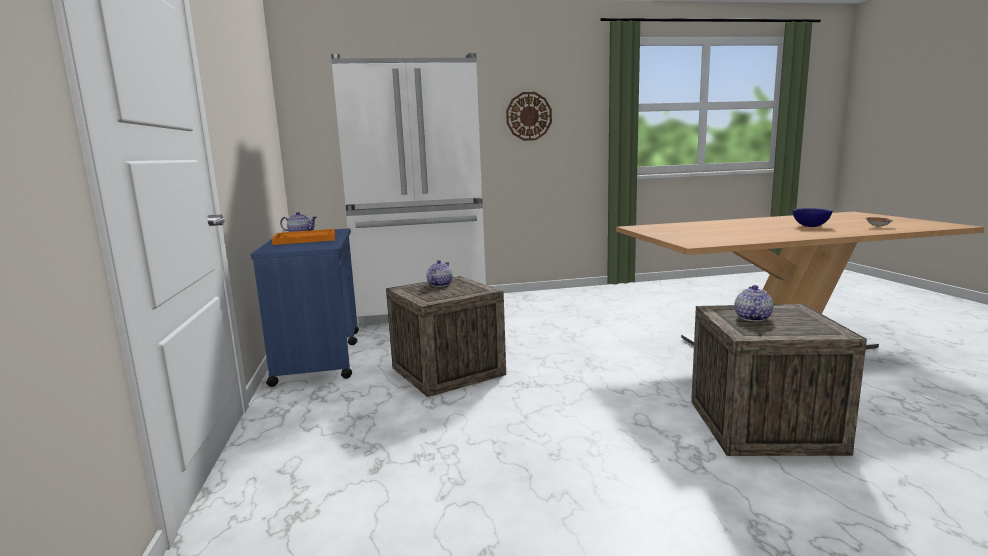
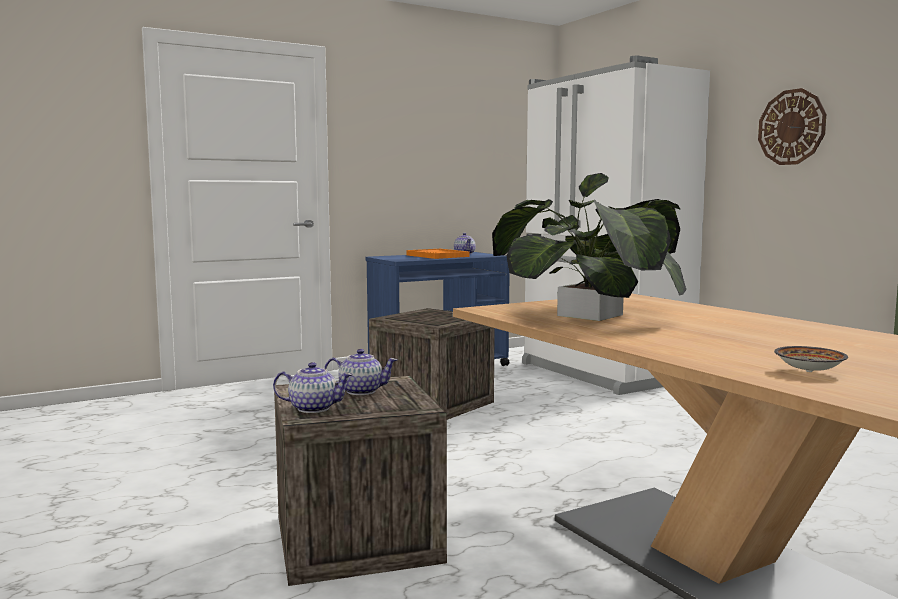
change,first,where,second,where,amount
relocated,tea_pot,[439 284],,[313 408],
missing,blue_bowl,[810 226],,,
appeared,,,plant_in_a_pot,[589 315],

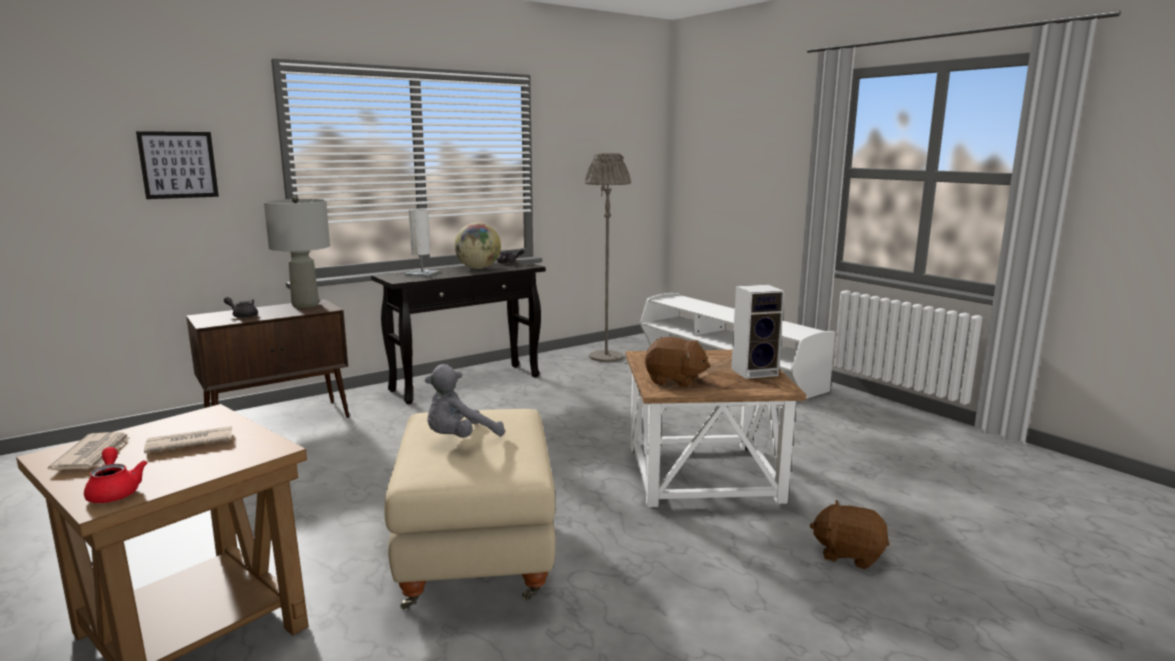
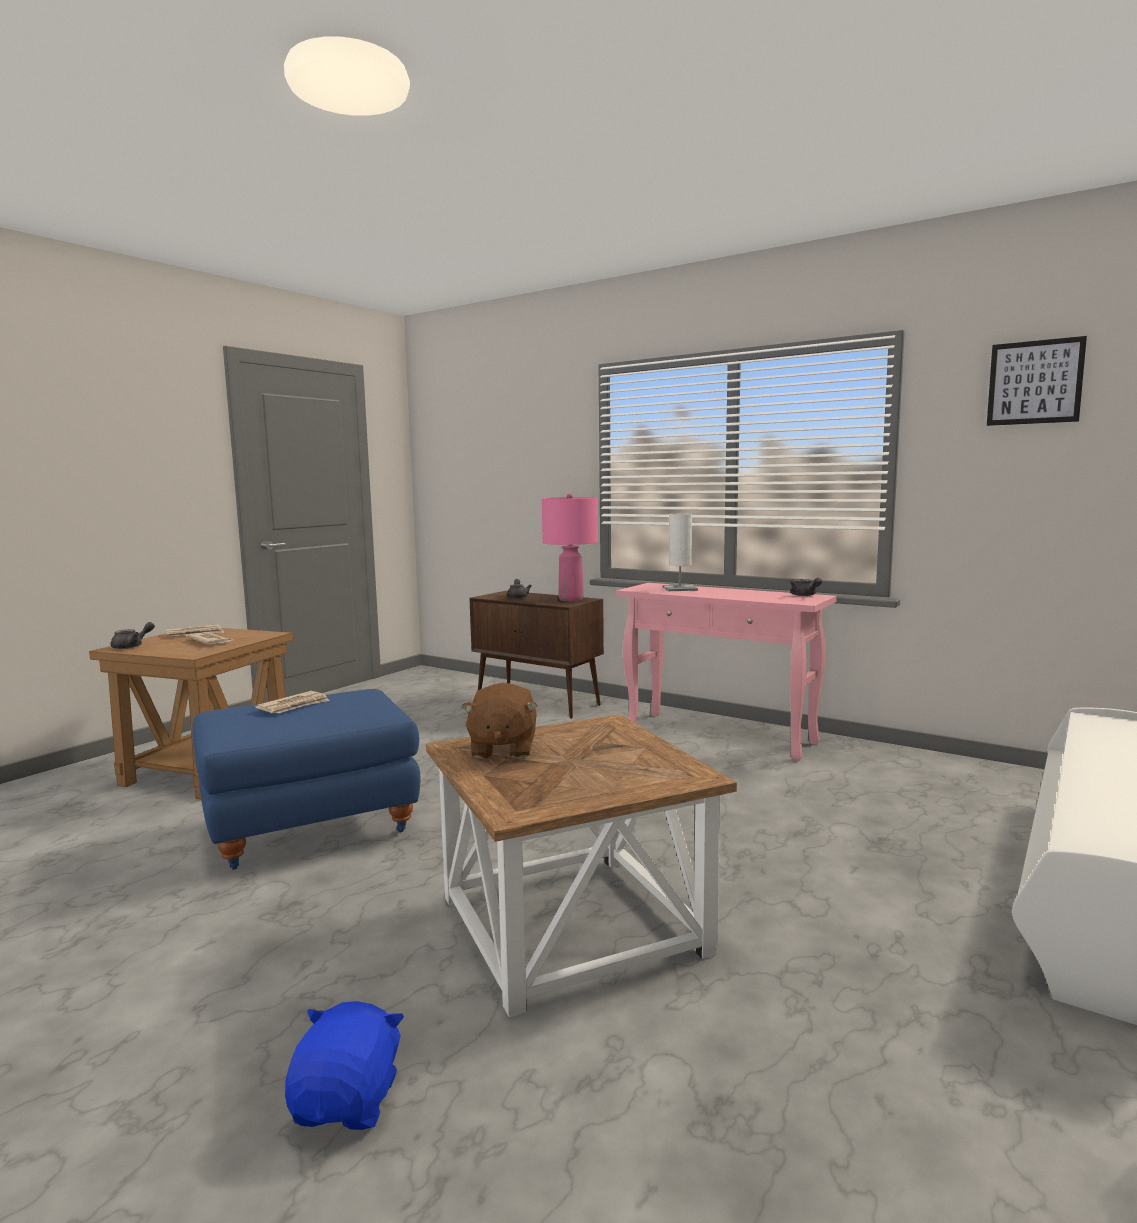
change,first,where,second,where,amount
colour,red_tea_pot,[115 491],grey_tea_pot,[132 646],
relocated,wall_art,[178 165],,[1035 382],
colour,grey_lamp_for_a_table,[305 305],pink-coloured_lamp_for_a_table,[571 599],
colour,blackish_console_table,[467 383],pink-coloured_console_table,[721 735],
colour,beige-coloured_ottoman,[478 557],blue_ottoman,[311 832],
exchanged,grey_cuddly_toy,[460 439],newspaper,[294 706],
missing,desk_globe,[478 268],,,
missing,grey_floor_lamp,[606 356],,,
missing,audio_speaker,[755 372],,,
colour,brown-coloured_cuddly_toy,[848 554],blue_cuddly_toy,[348 1101],

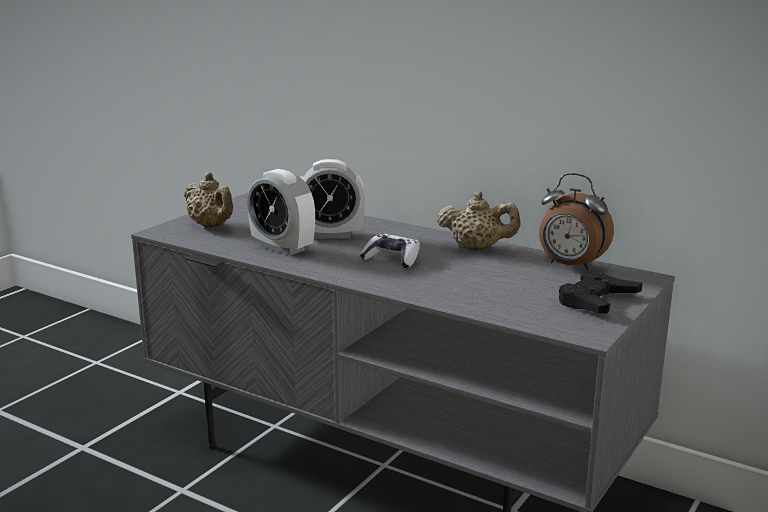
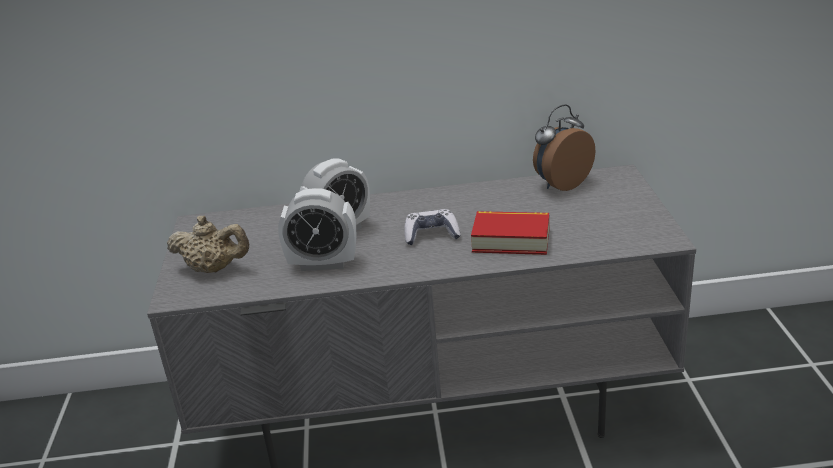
change,first,where,second,where,amount
missing,beige-coloured_tea_pot,[477 248],,,
spun,table_clock,[570 266],,[561 184],150 degrees clockwise
missing,blackish_gamepad,[596 300],,,
appeared,,,bound_book,[511 240],

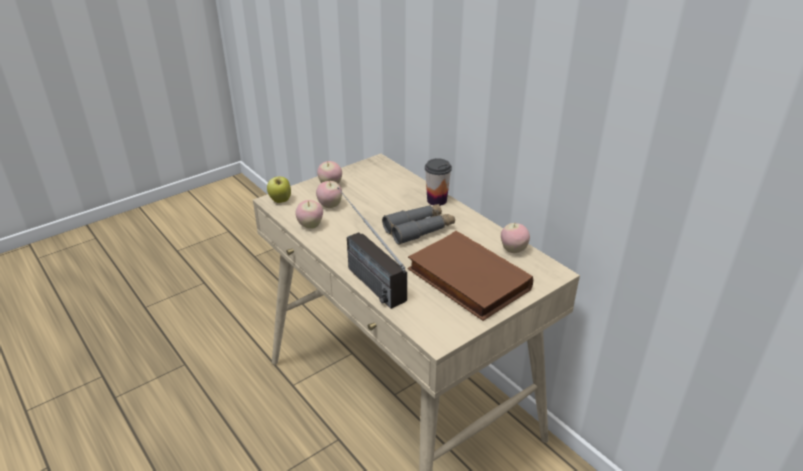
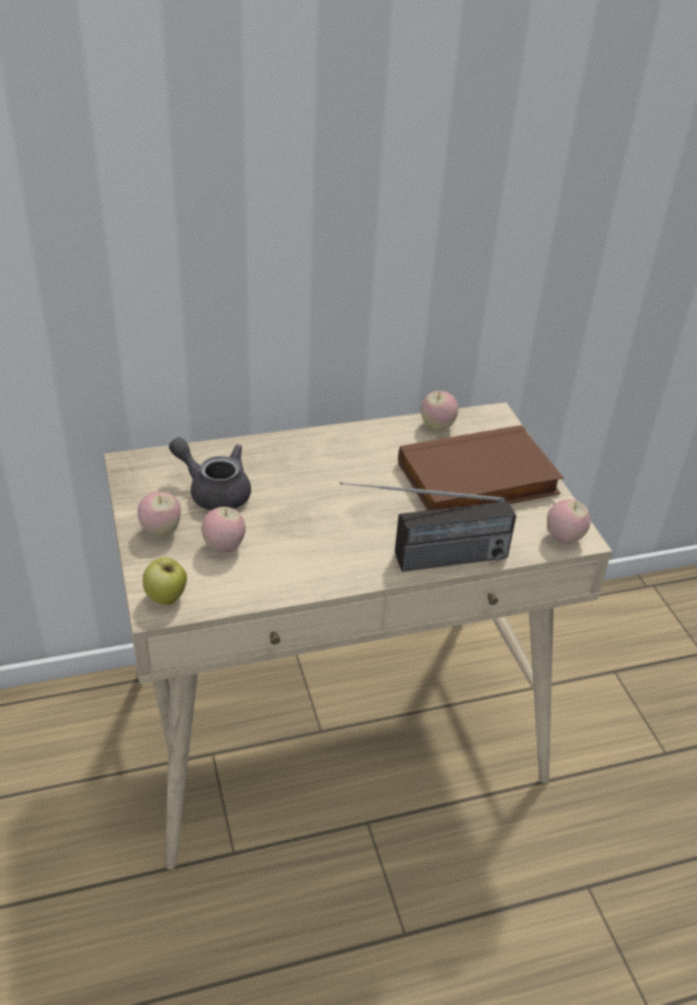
change,first,where,second,where,amount
relocated,apple,[310 226],,[563 538],
missing,grey_binoculars,[419 229],,,
missing,cup,[437 200],,,
appeared,,,grey_tea_pot,[214 491],

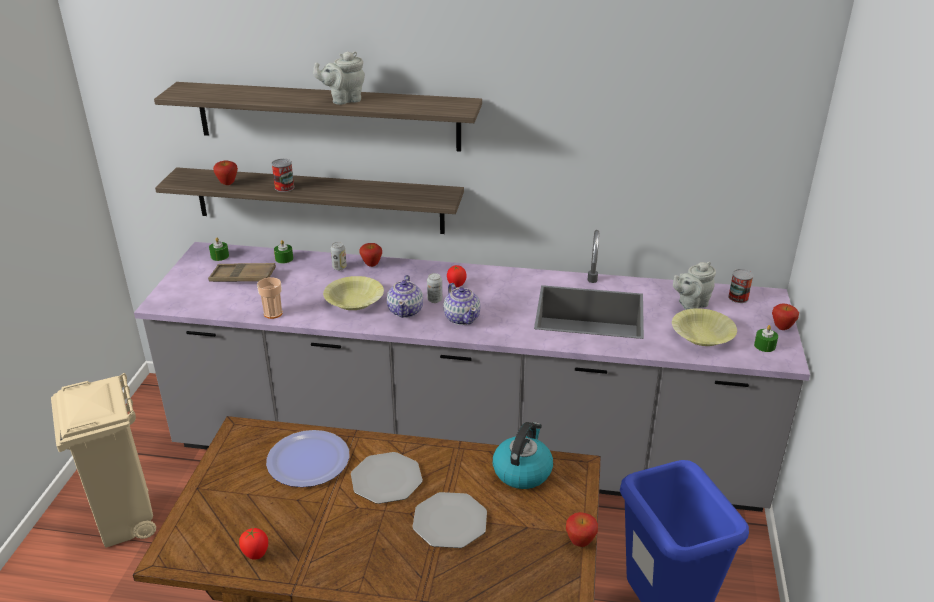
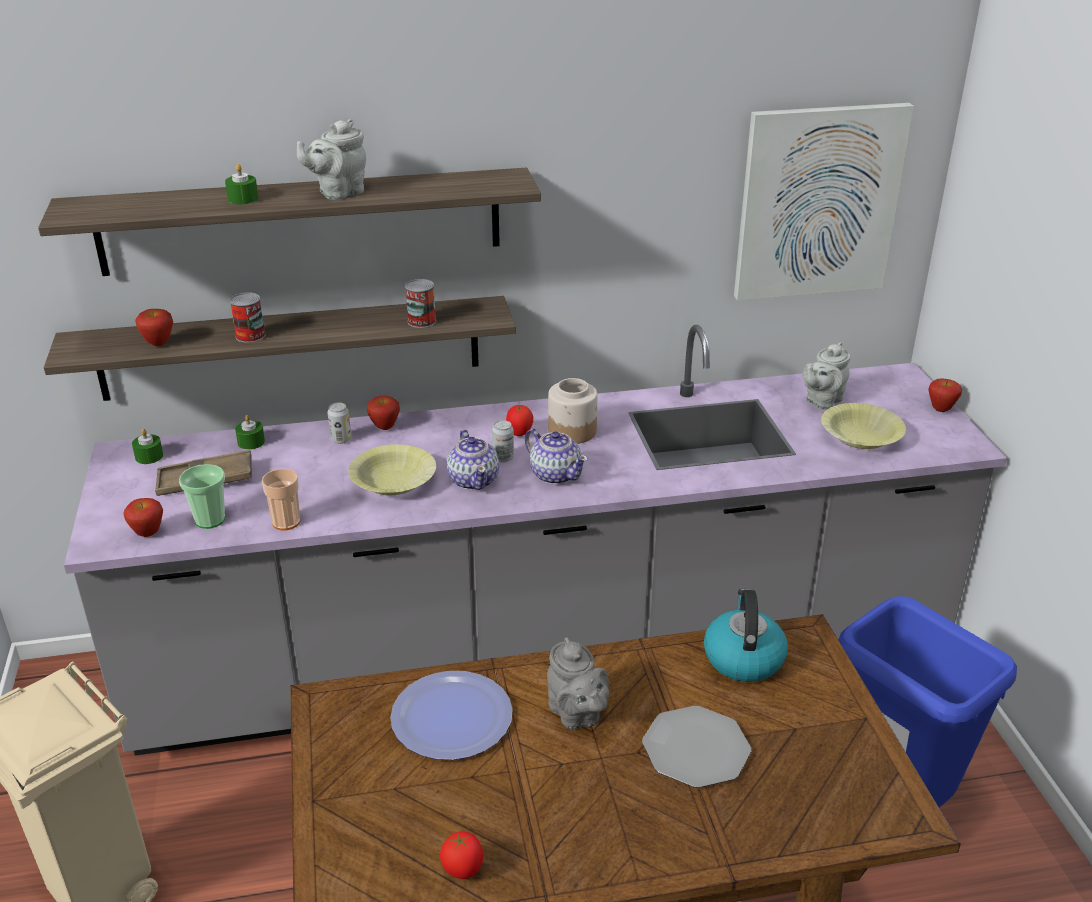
change,first,where,second,where,amount
exchanged,dinner_plate,[386 479],grey_tea_pot,[576 715],
relocated,apple,[580 543],,[148 534],
relocated,sealed_can,[738 297],,[421 321],
relocated,green_candle,[764 345],,[243 199],
appeared,,,cup,[210 520],
appeared,,,jar,[573 431],
appeared,,,wall_art,[818 202],

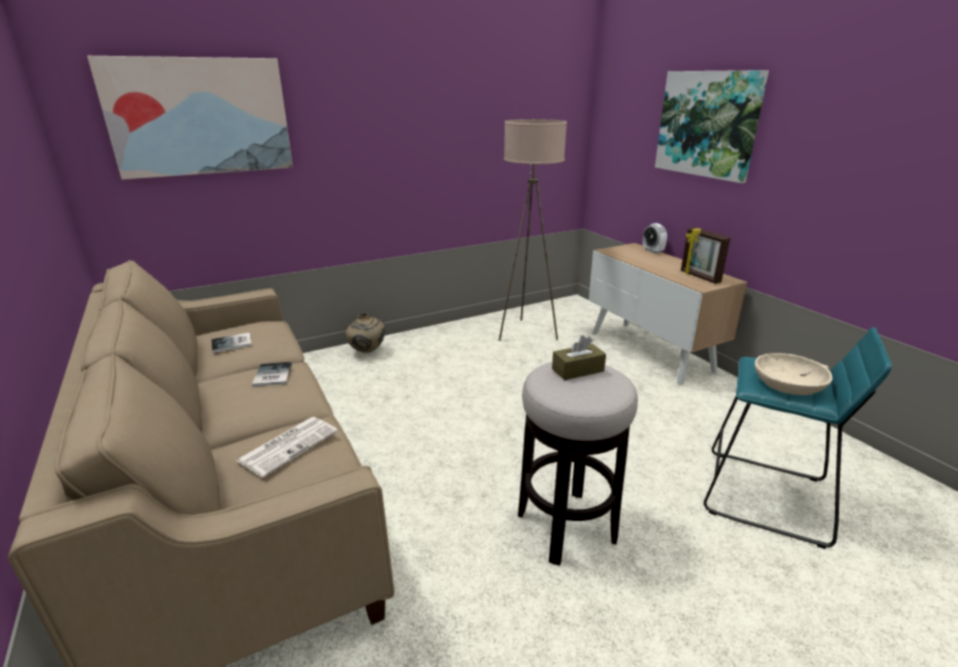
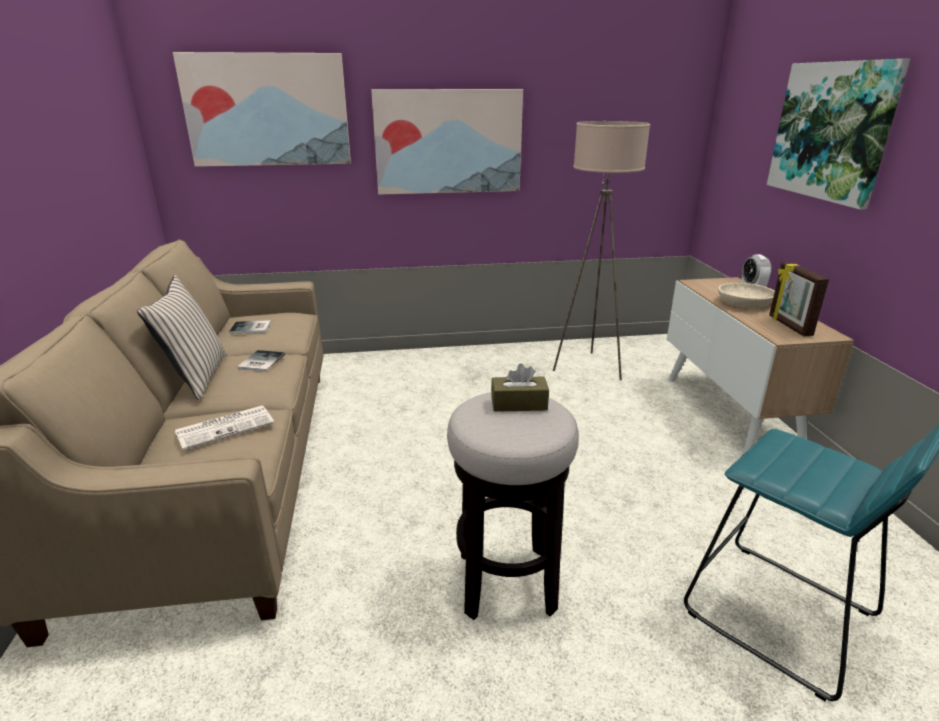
change,first,where,second,where,amount
missing,beige-coloured_vase,[367 352],,,
relocated,beige-coloured_bowl,[788 383],,[744 303],
appeared,,,beige-coloured_cushion,[196 377],
appeared,,,wall_art,[448 142],

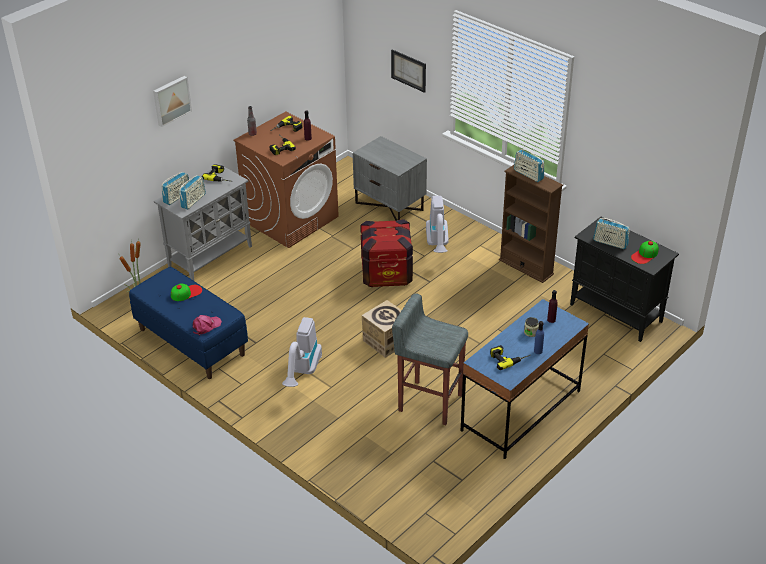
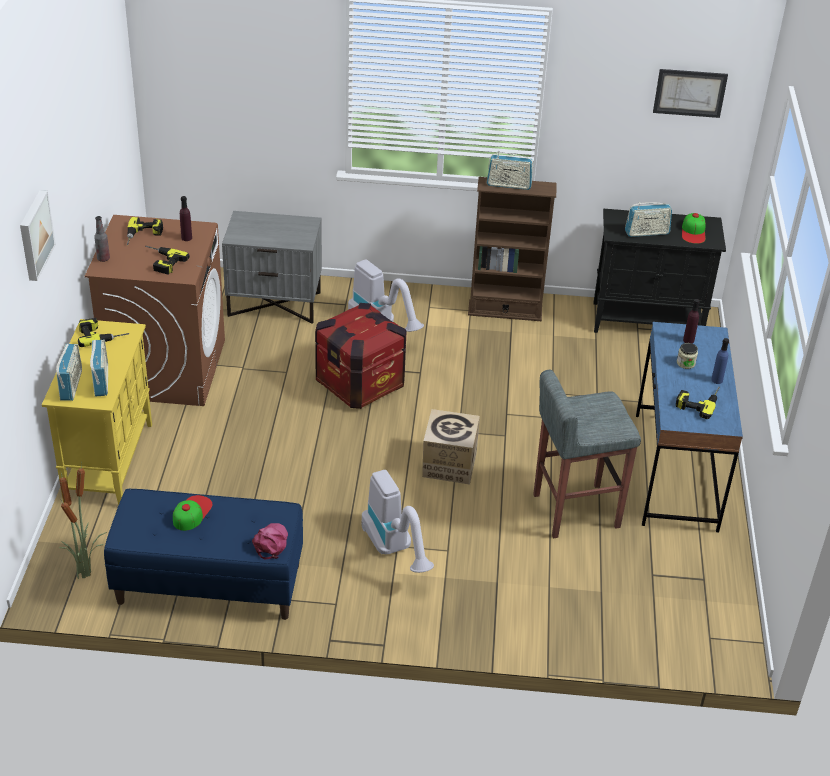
change,first,where,second,where,amount
colour,grey_cupboard,[211 256],yellow-coloured_cupboard,[109 461],
relocated,wall_art,[408 70],,[689 93],

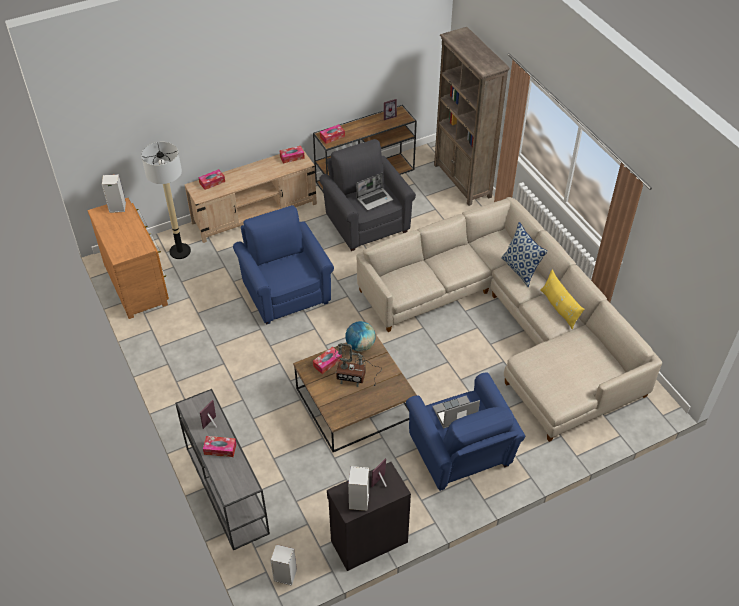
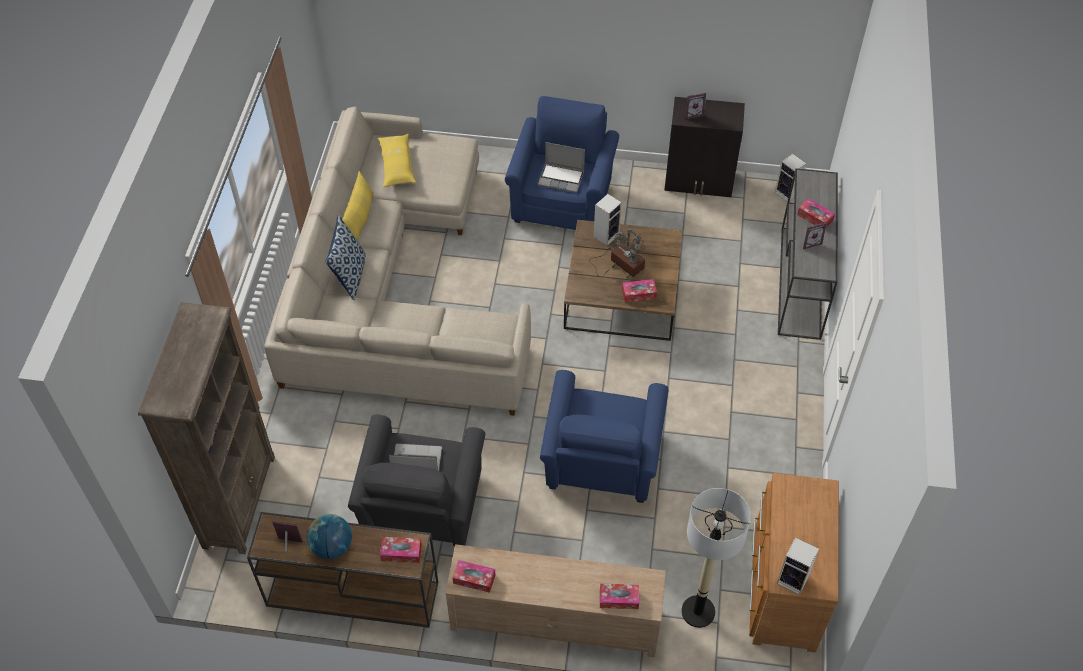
change,first,where,second,where,amount
relocated,desk_globe,[360 345],,[332 546],
relocated,audio_speaker,[359 502],,[606 234],
appeared,,,yellow-coloured_cushion,[397 165],

